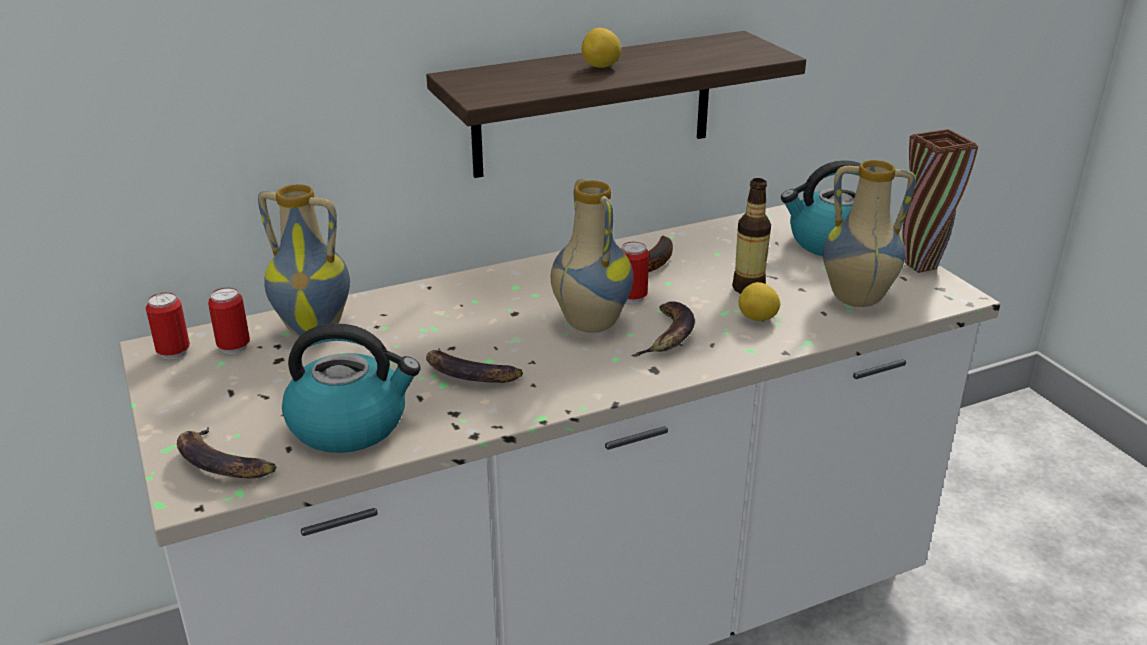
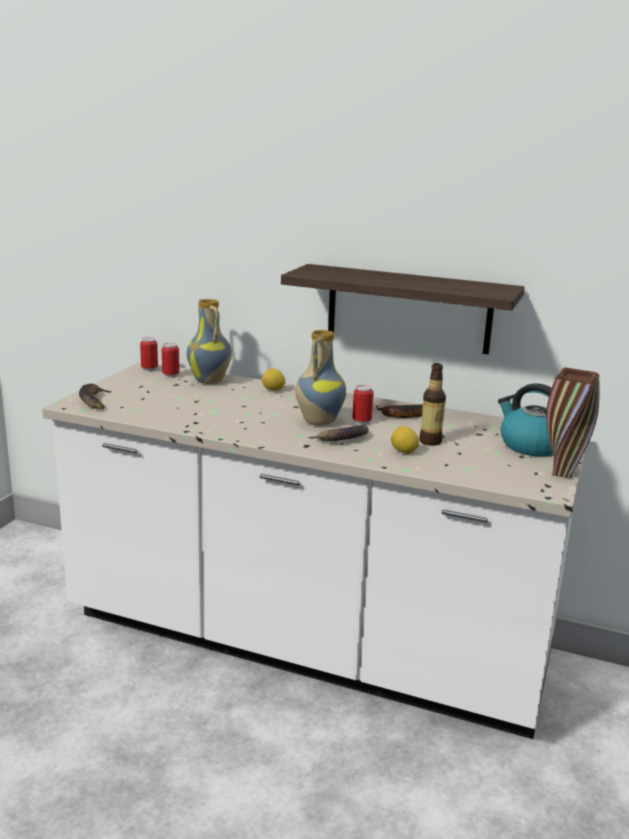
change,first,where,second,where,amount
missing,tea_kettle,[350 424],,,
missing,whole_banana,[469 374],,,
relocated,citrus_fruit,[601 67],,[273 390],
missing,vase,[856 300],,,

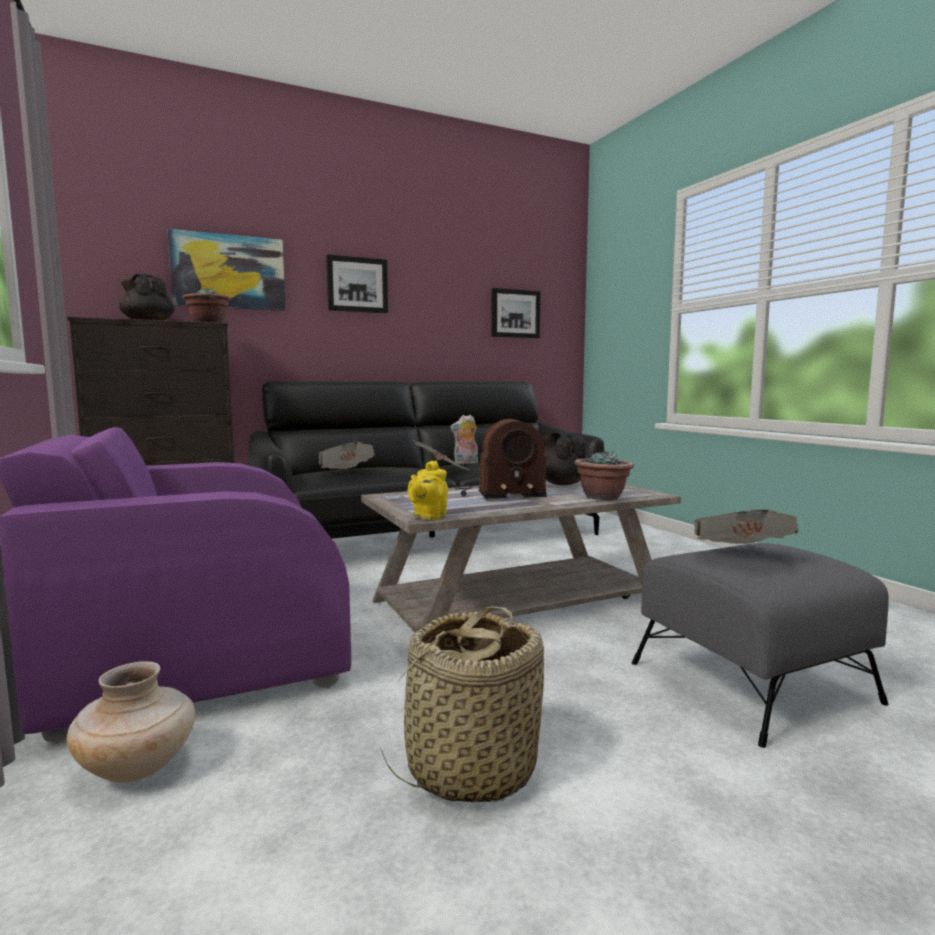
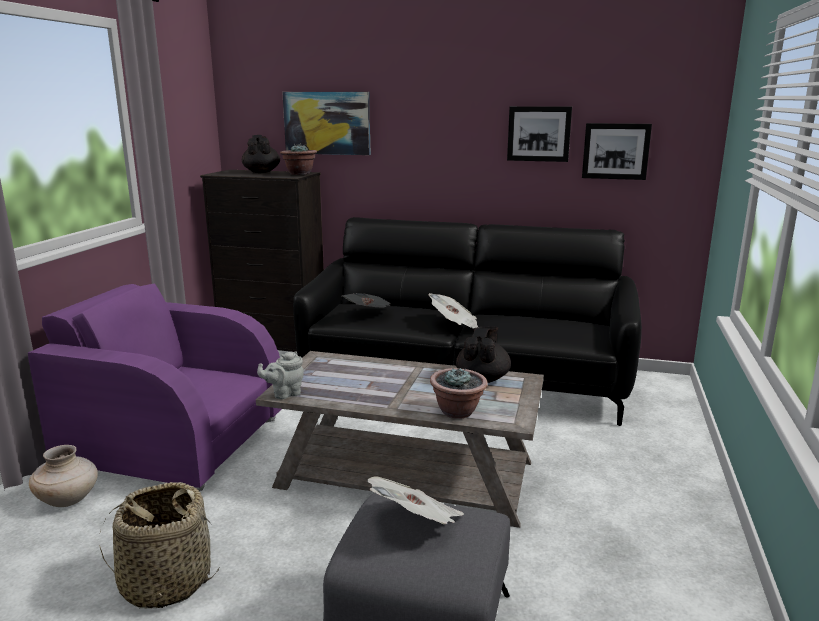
change,first,where,second,where,amount
relocated,wall_art,[357 285],,[539 133],
colour,yellow-coloured_tea_pot,[428 516],grey_tea_pot,[284 394],
missing,cuddly_toy,[465 463],,,
missing,radio_set,[498 493],,,

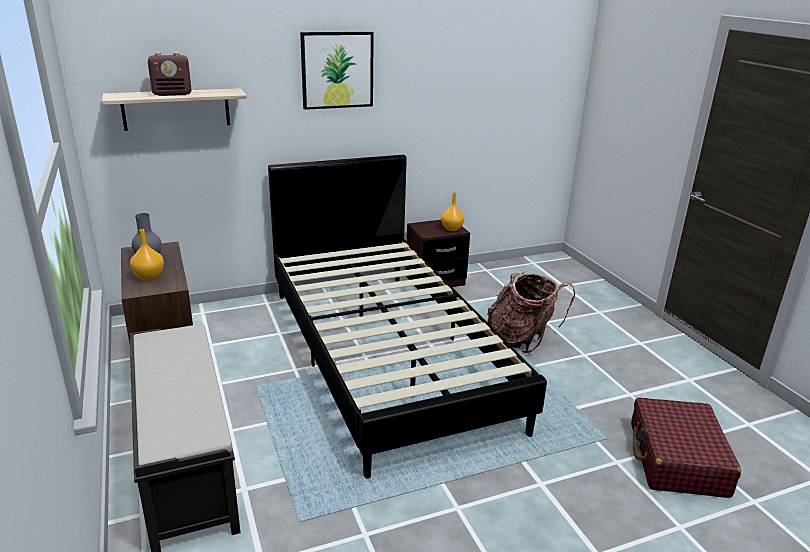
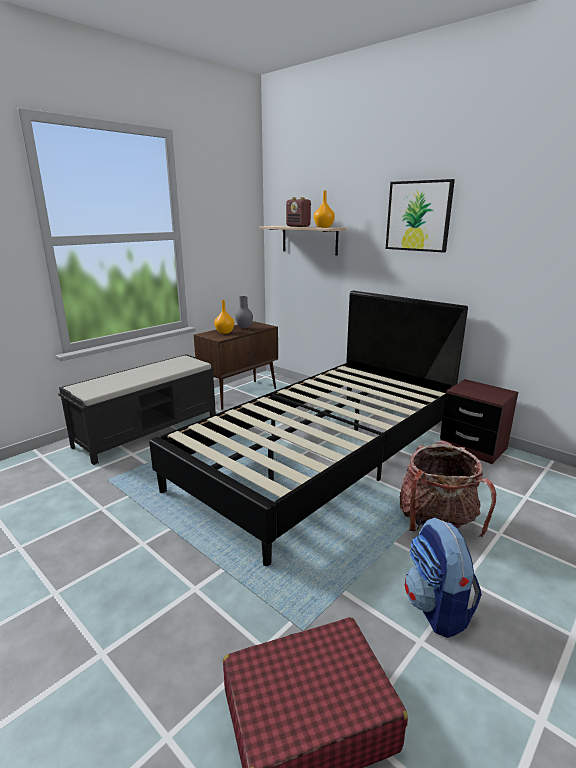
change,first,where,second,where,amount
relocated,orange-coloured_vase,[452 229],,[323 227],
appeared,,,rucksack,[437 608],

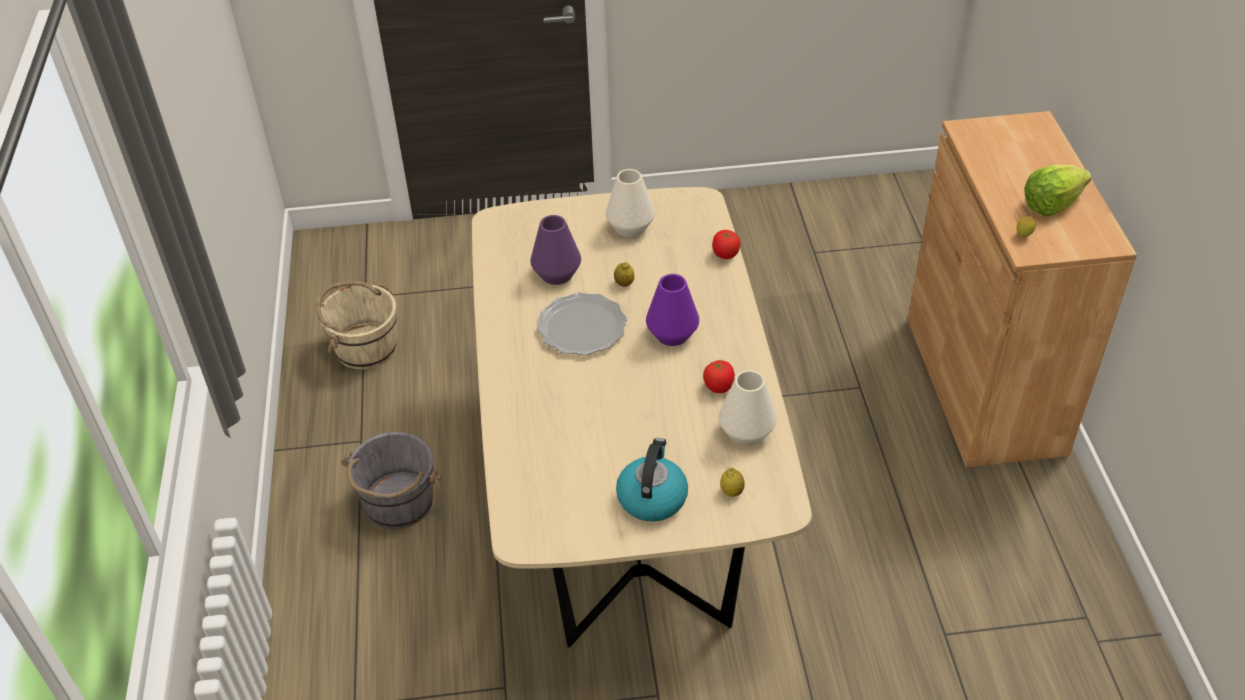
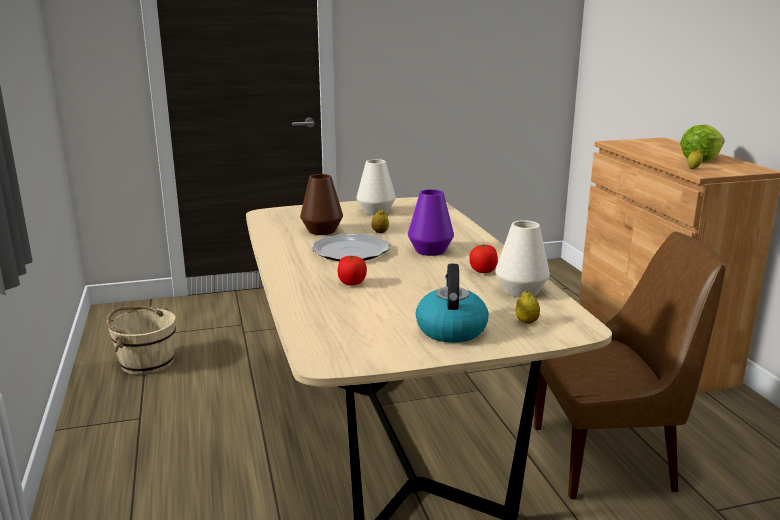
change,first,where,second,where,amount
missing,grey_pail,[398 503],,,
colour,purple_vase,[556 274],brown-coloured_vase,[322 231],
relocated,fresh_tomato,[725 255],,[352 283],
appeared,,,brown-coloured_plain_chair,[608 457],

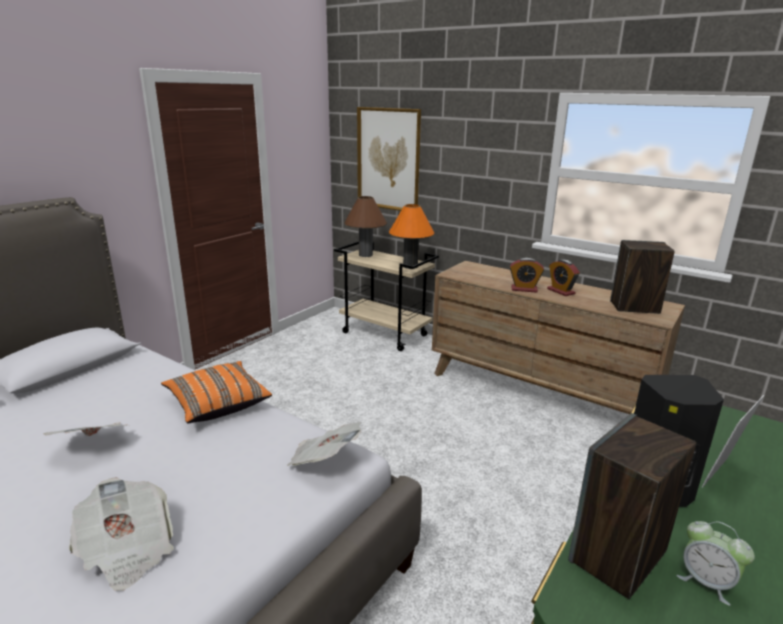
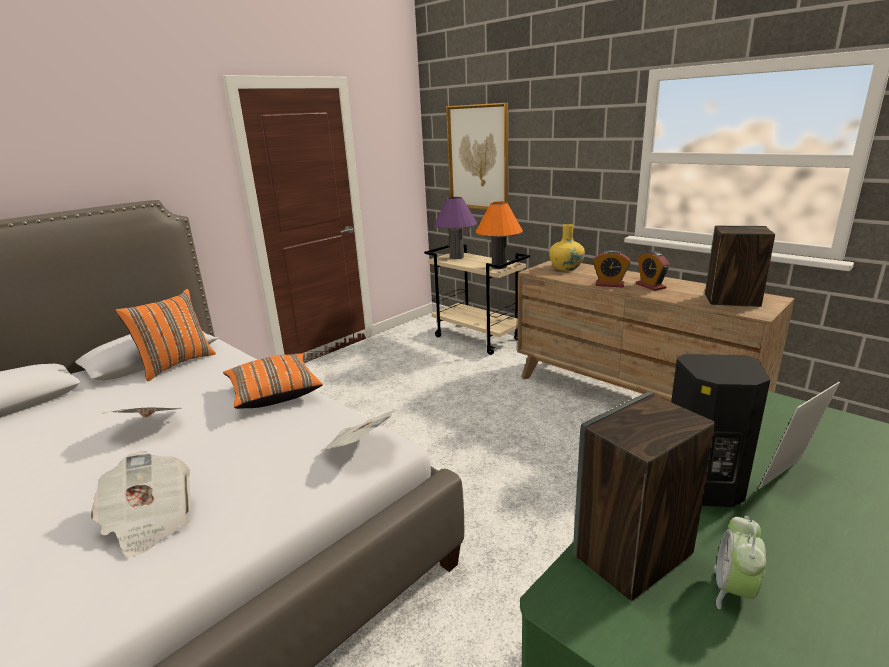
change,first,where,second,where,amount
colour,brown-coloured_lamp_for_a_table,[365 255],purple_lamp_for_a_table,[456 257],
spun,table_clock,[706 582],,[733 590],60 degrees clockwise
appeared,,,orange-coloured_cushion,[175 364],
appeared,,,yellow-coloured_vase,[566 268],

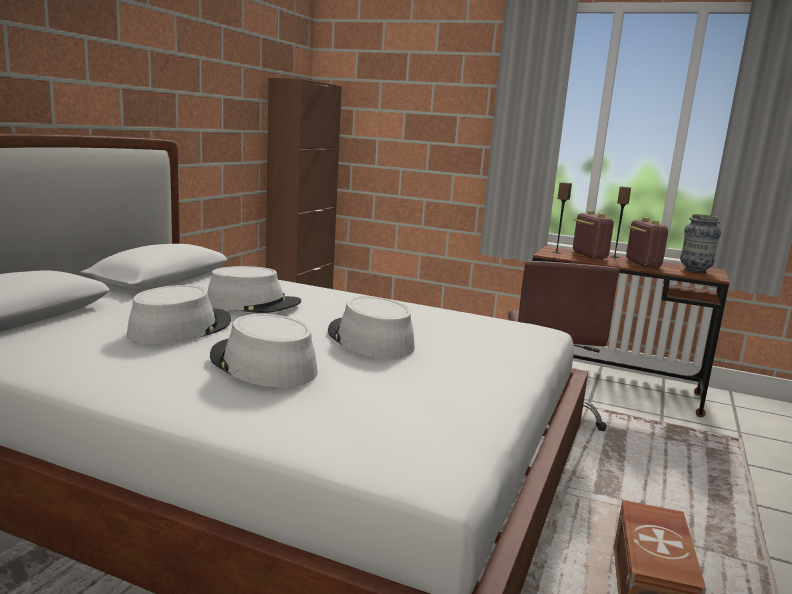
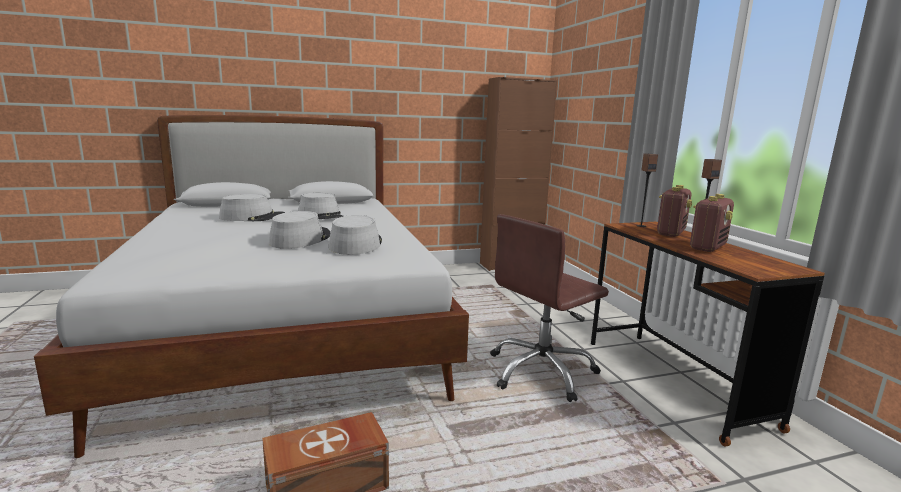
change,first,where,second,where,amount
relocated,grey_wearable_hat,[262 364],,[355 244],
missing,vase,[694 271],,,

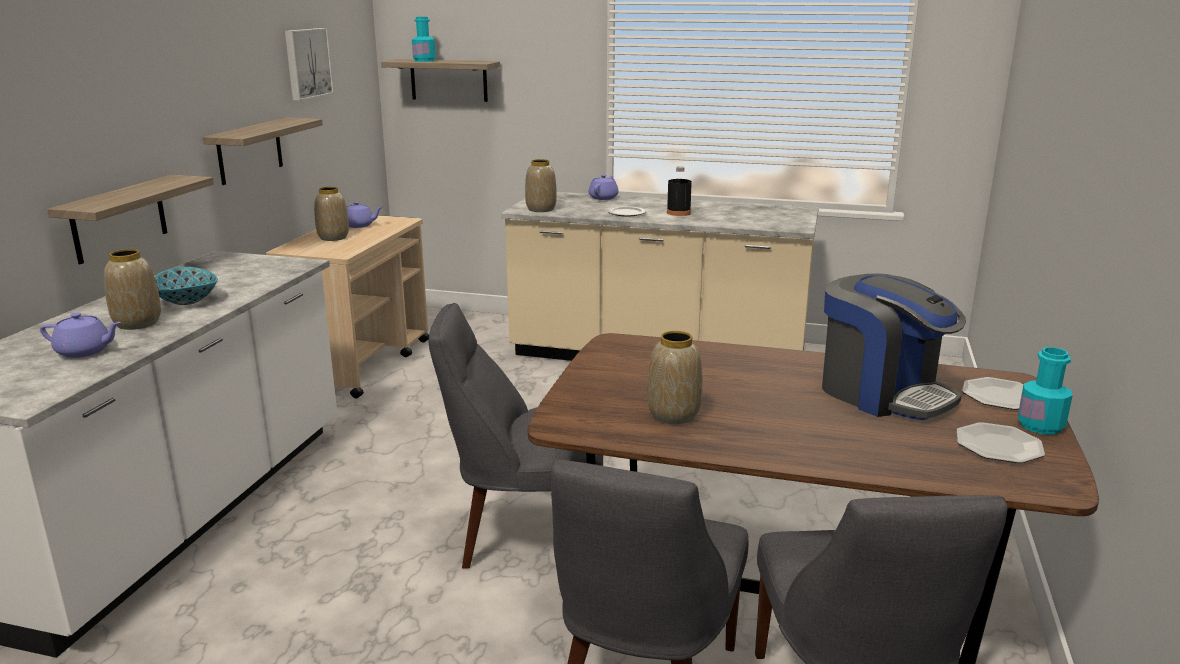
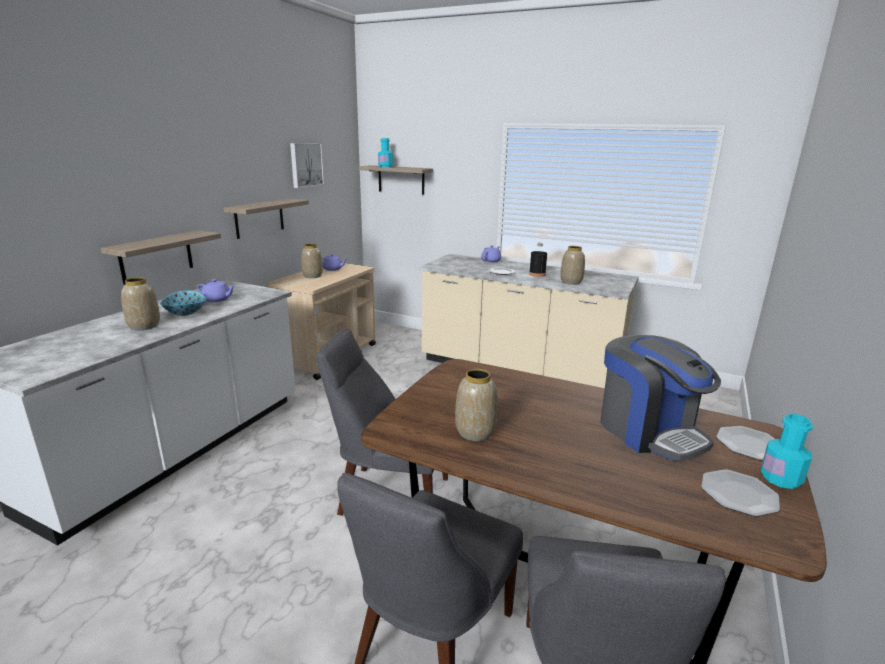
change,first,where,second,where,amount
relocated,purple_tea_pot,[85 351],,[217 299],
relocated,vase,[541 209],,[571 282],

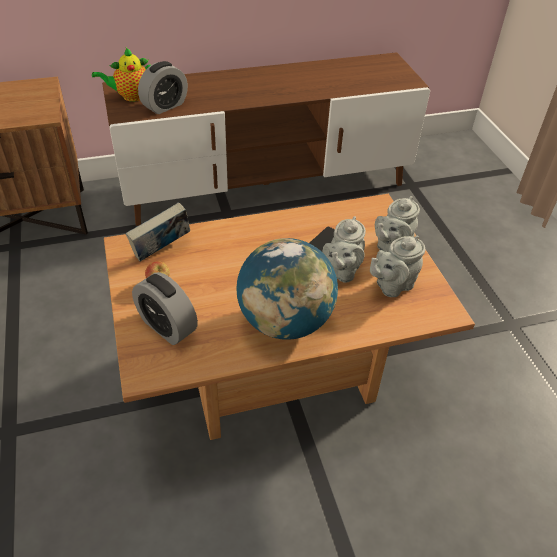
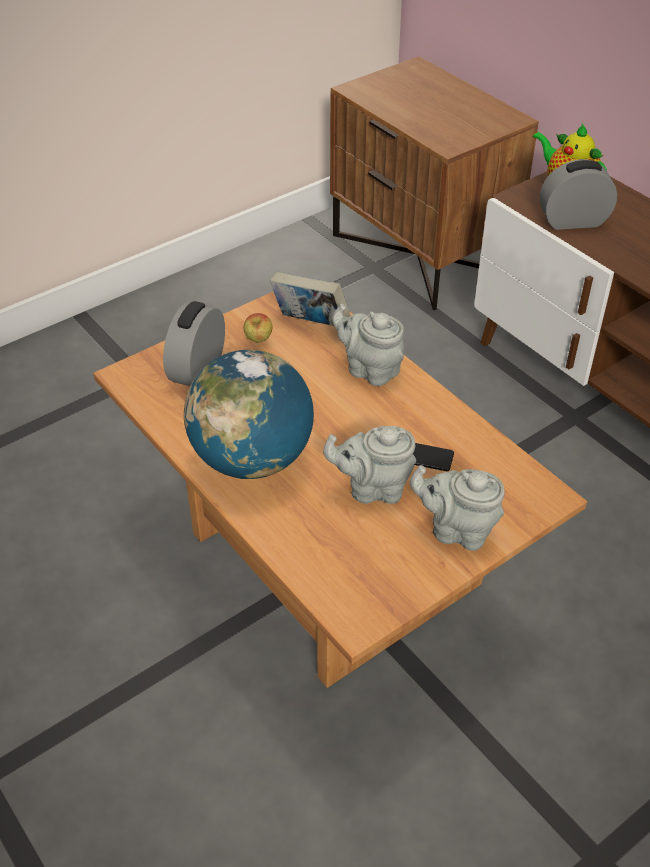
change,first,where,second,where,amount
spun,table_clock,[165 106],,[573 221],150 degrees clockwise
relocated,grey_tea_pot,[392 285],,[369 369],

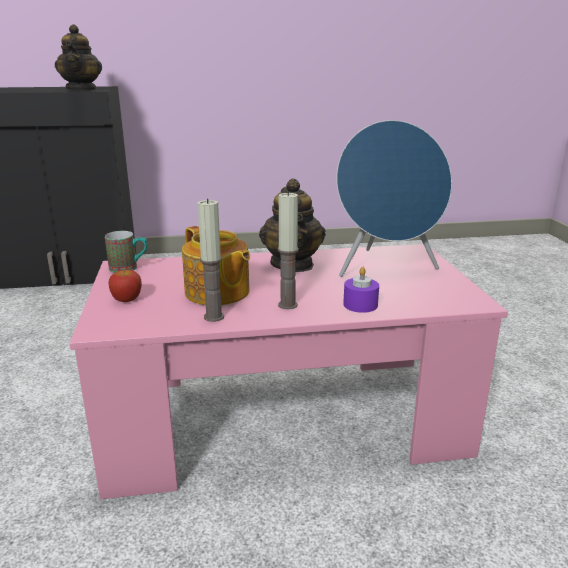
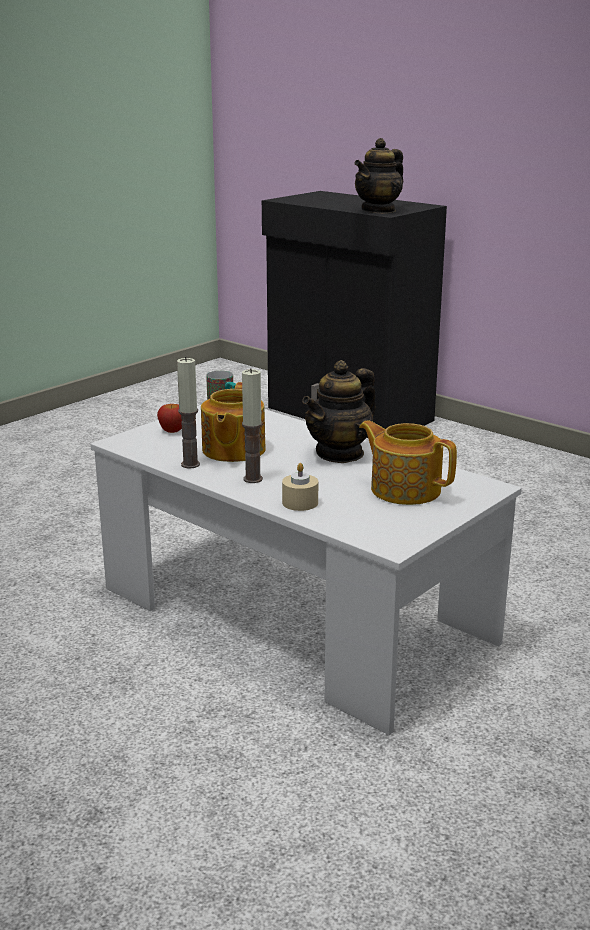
change,first,where,second,where,amount
colour,pink-coloured_lounge_table,[283 419],whitish_lounge_table,[295 615],
exchanged,blue_audio_speaker,[386 269],tea_pot,[404 489],
colour,purple_candle,[360 305],beige-coloured_candle,[300 502],

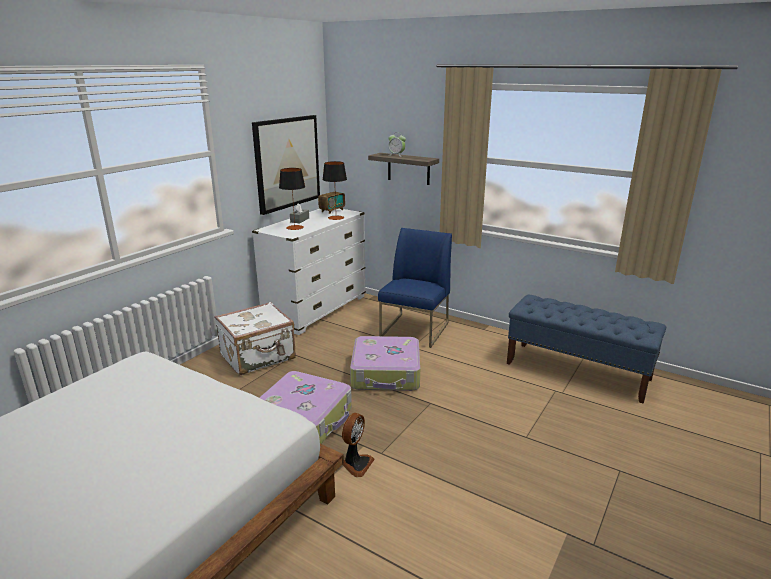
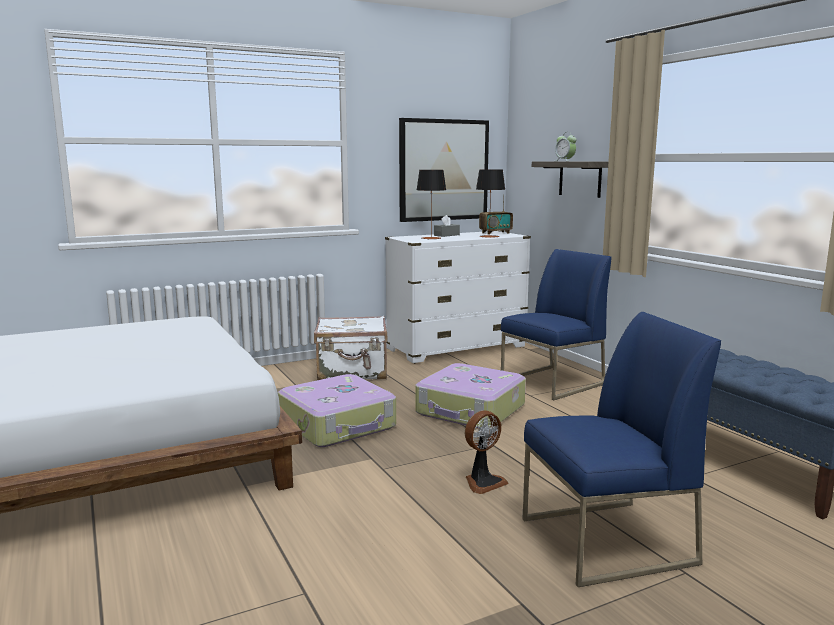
change,first,where,second,where,amount
relocated,fan,[356 464],,[483 482],
appeared,,,blue_plain_chair,[606 541],

